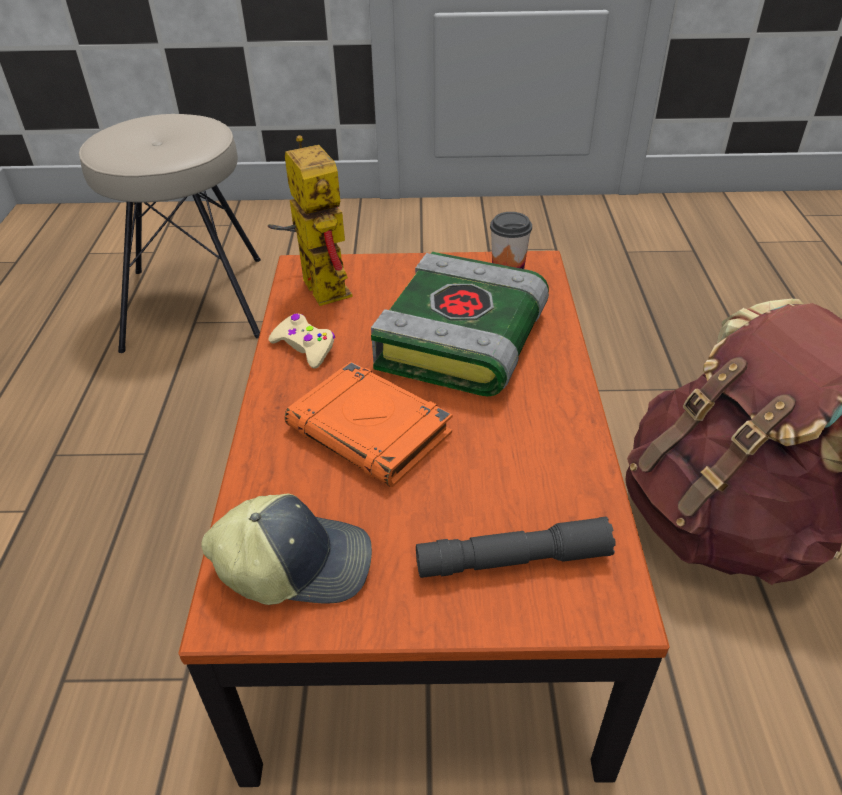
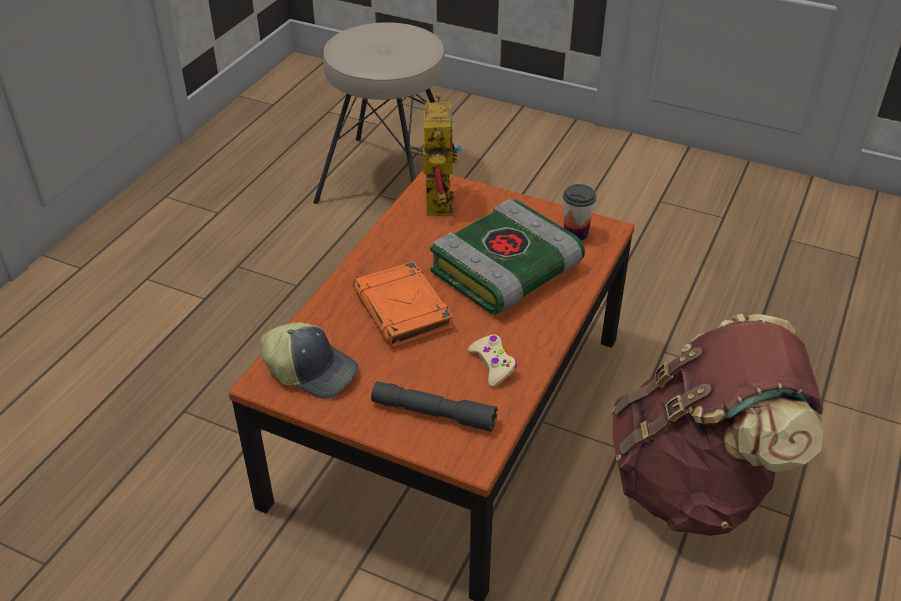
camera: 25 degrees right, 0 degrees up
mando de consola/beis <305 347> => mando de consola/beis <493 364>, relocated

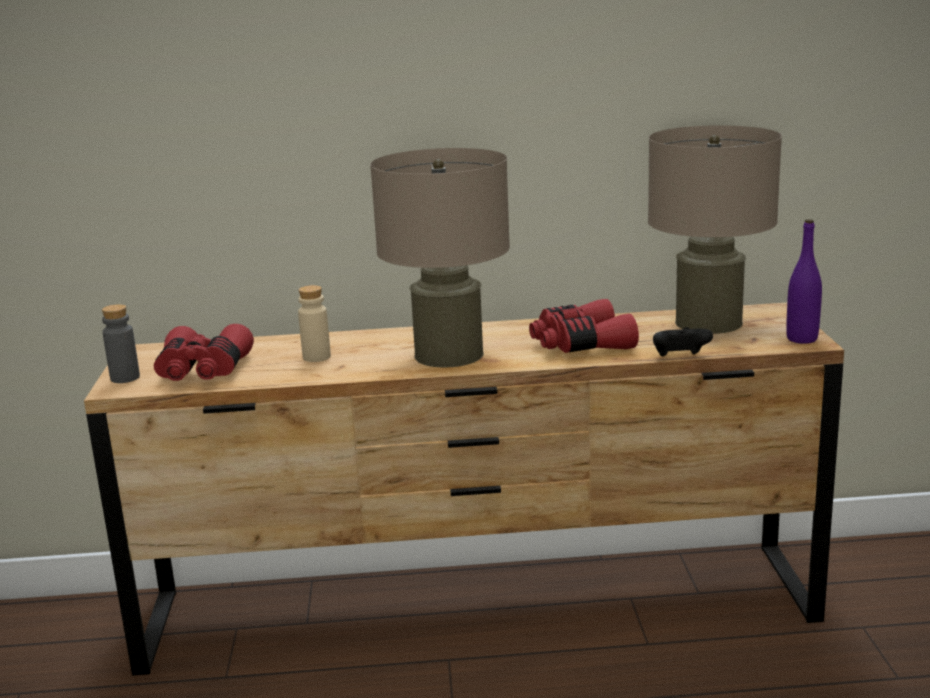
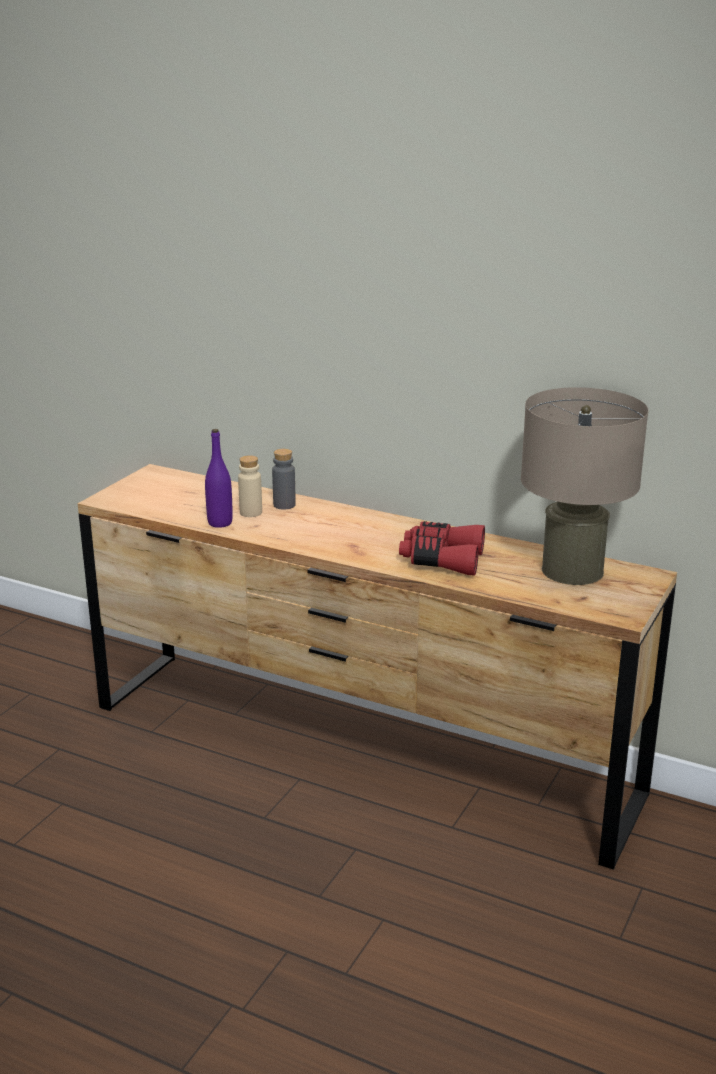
camera: 30 degrees right, 5 degrees up
botella/morado <802 339> => botella/morado <220 523>, relocated
botella/gris <125 378> => botella/gris <284 505>, relocated
prismáticos/rojo <202 371> => nothing
lámpara de mesa/beis <448 355> => nothing
mando de consola/negro <680 358> => nothing

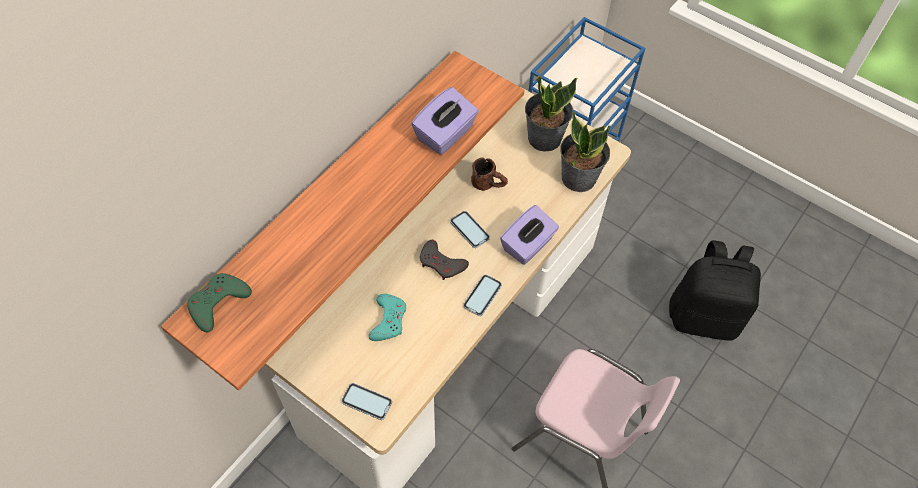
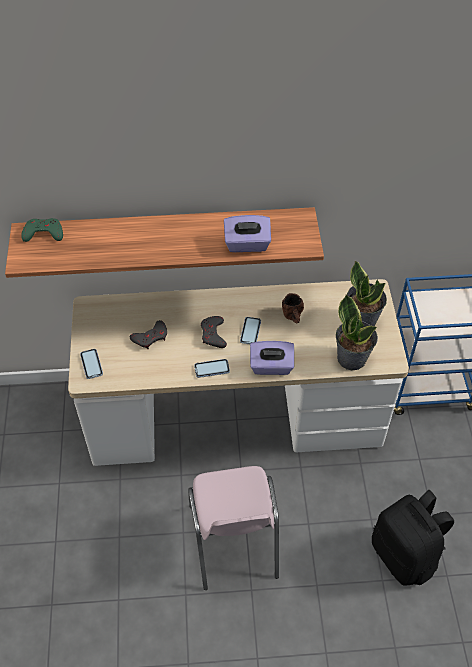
camera: 50 degrees right, 5 degrees down
mando de consola/turquesa <388 320> => mando de consola/gris <150 337>

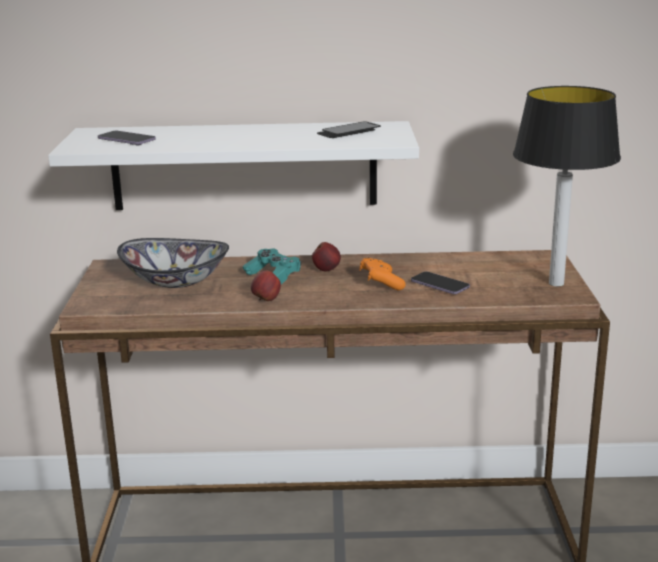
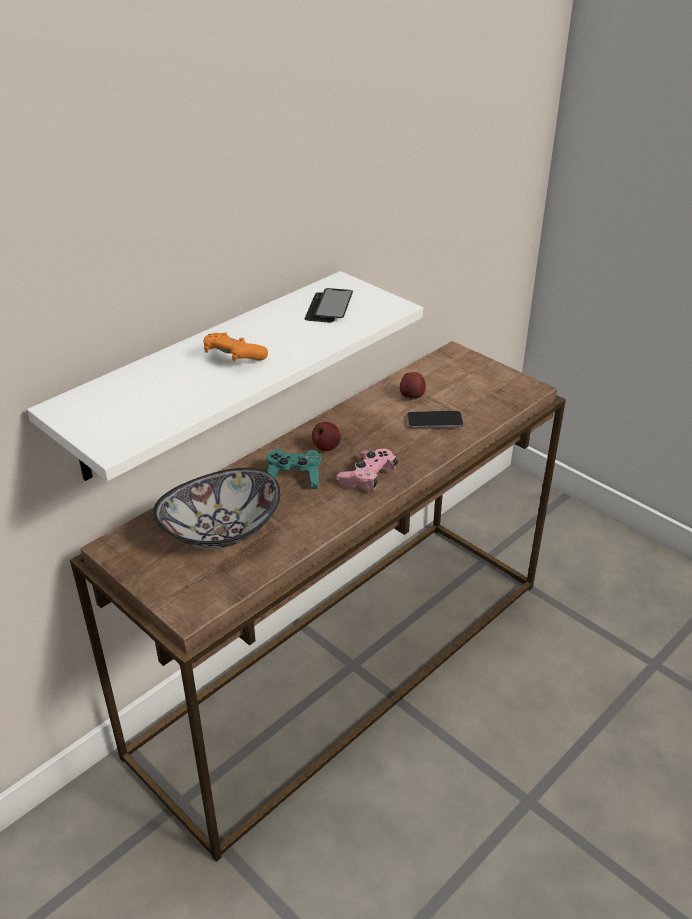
camera: 45 degrees left, 15 degrees up
mando de consola/naranja <381 283> => mando de consola/naranja <233 358>, relocated
nothing => mando de consola/rosa <367 477>
manzana <266 300> => manzana <412 397>, relocated
móvil <126 140> => nothing
lámpara de mesa <557 284> => nothing

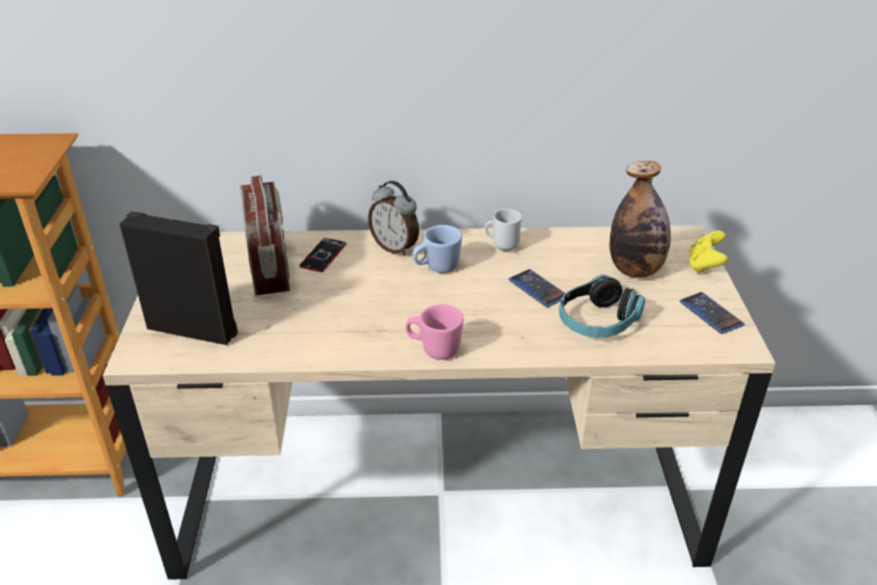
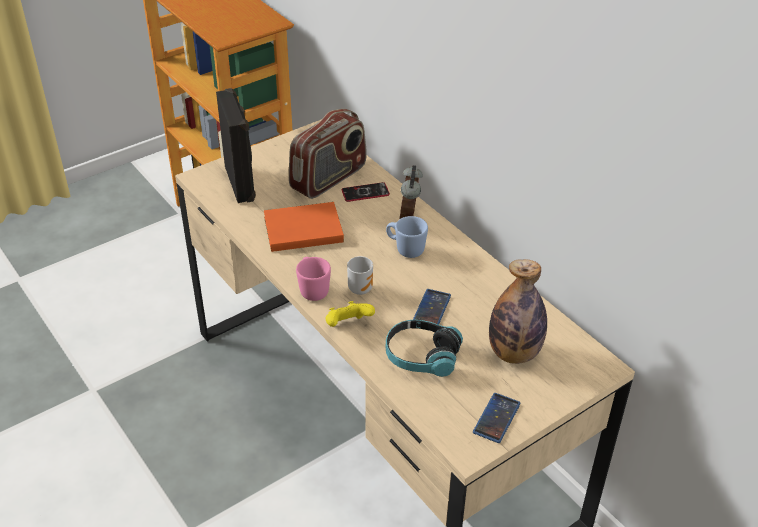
camera: 55 degrees right, 5 degrees up
nothing => libro/naranja <301 229>
mando de consola/amarillo <704 265> => mando de consola/amarillo <348 325>, relocated
taza grande <503 246> => taza grande <360 288>, relocated

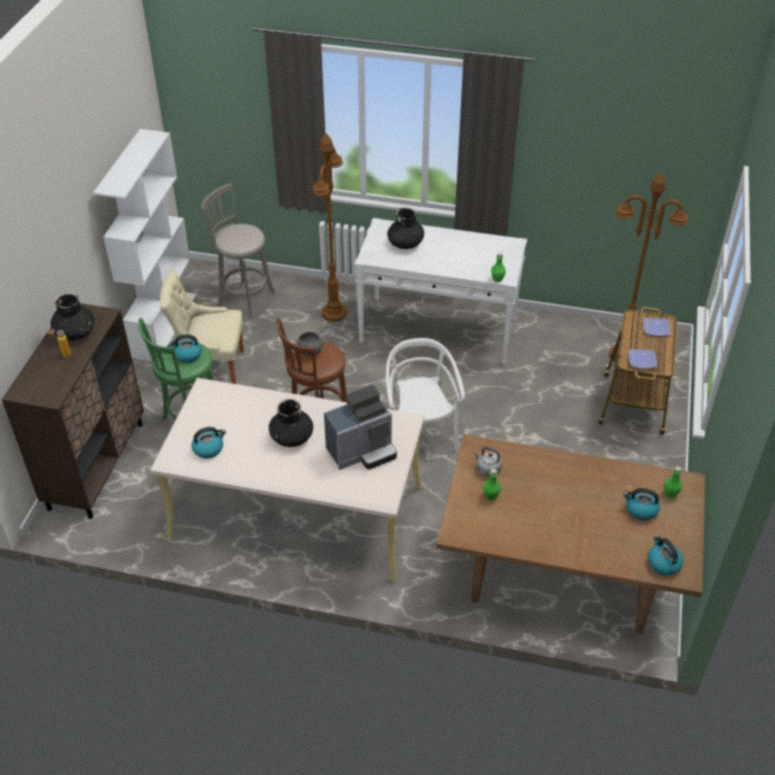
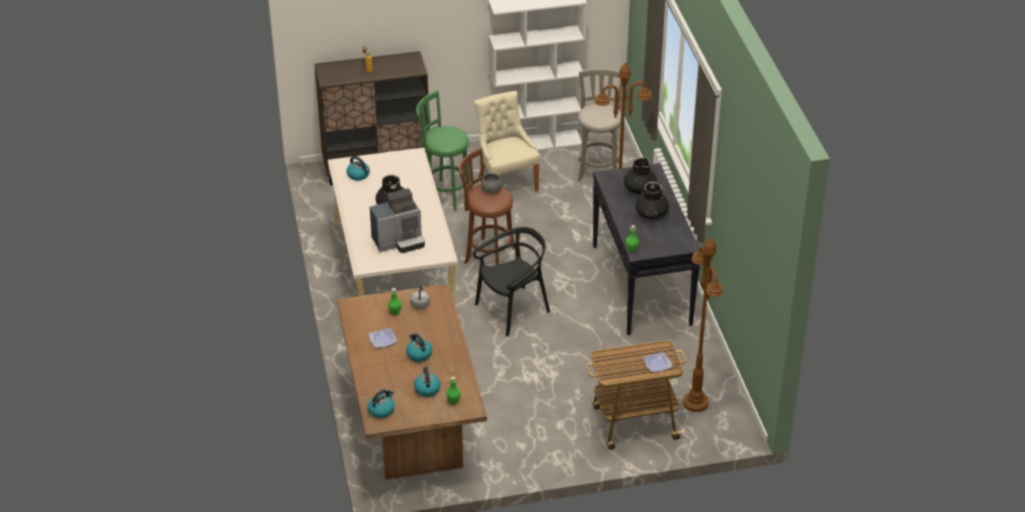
camera: 65 degrees right, 5 degrees down
plato <641 361> => plato <382 339>, relocated
cafetera <362 451> => cafetera <399 241>, 60 degrees counterclockwise
hervidor <187 355> => hervidor <418 354>, relocated
silla/blanco <420 434> => silla/negro <512 310>
mesa consola/blanco <439 331> => mesa consola/negro <642 285>
florero/negro <75 332> => florero/negro <651 214>, relocated

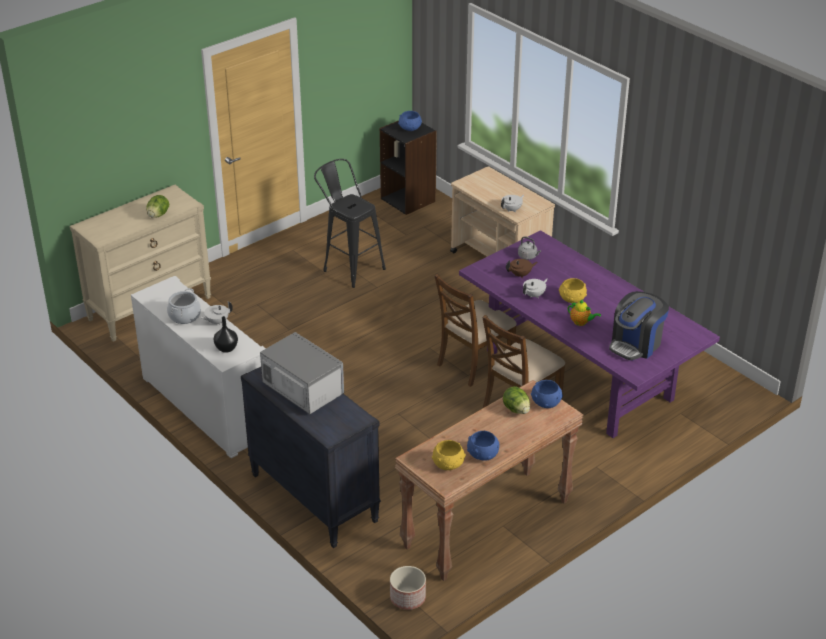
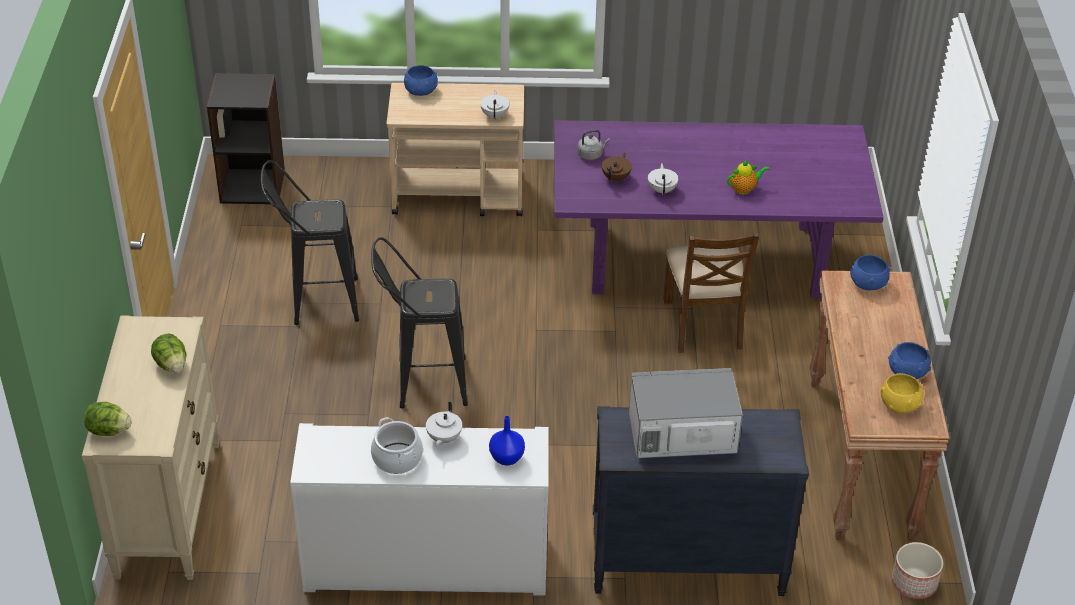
camera: 50 degrees left, 5 degrees up
lechuga <516 409> => lechuga <109 430>, relocated
nothing => taburete/negro <422 382>
cuenco/azul <410 128> => cuenco/azul <421 91>, relocated
florero/negro <226 348> => florero/azul <506 457>
silla/marrón <474 363> => nothing
cuenco/amarillo <572 299> => nothing
cafetera <636 344> => nothing

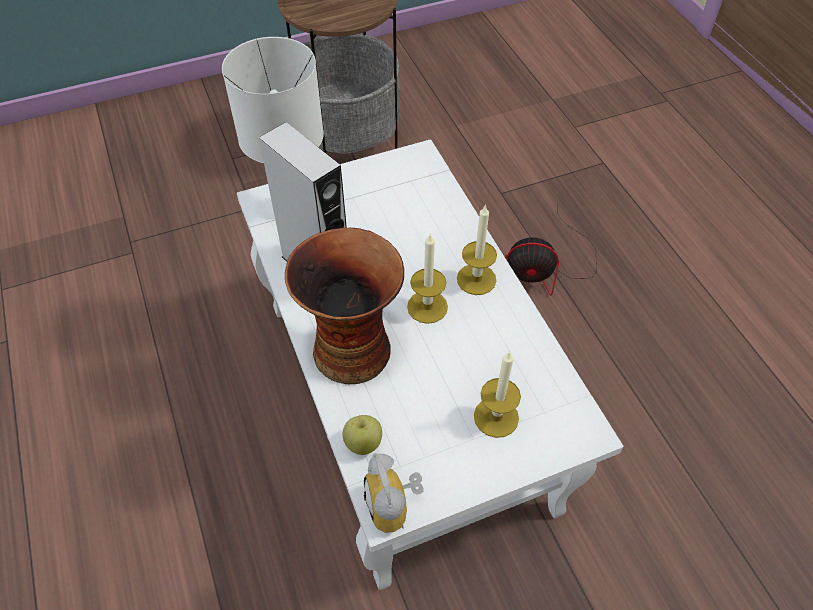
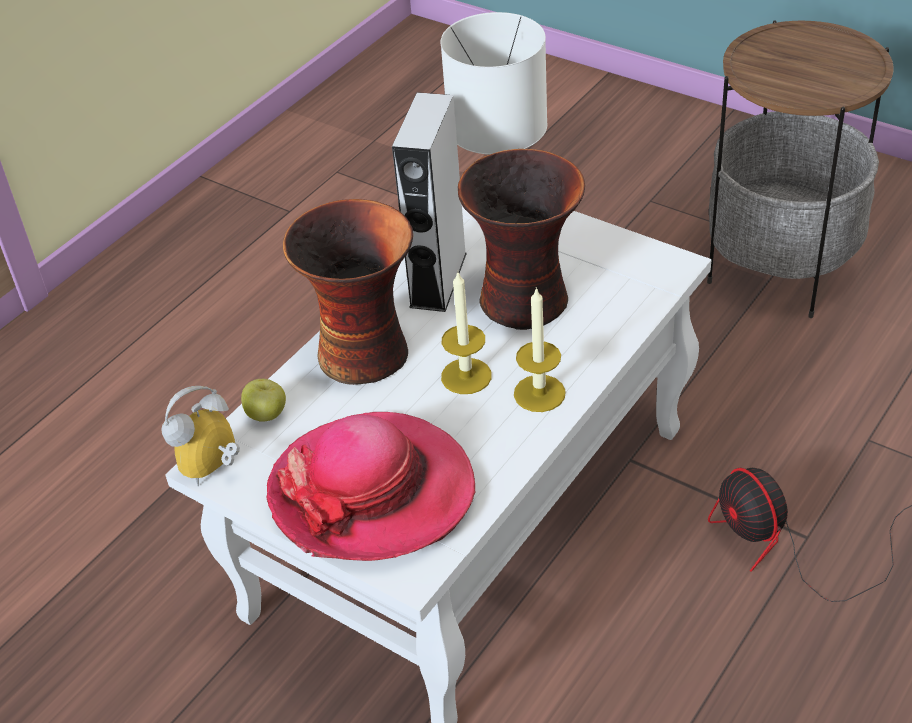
camera: 60 degrees right, 10 degrees down
vela <496 417> => sombrero <372 492>
nothing => florero <527 301>

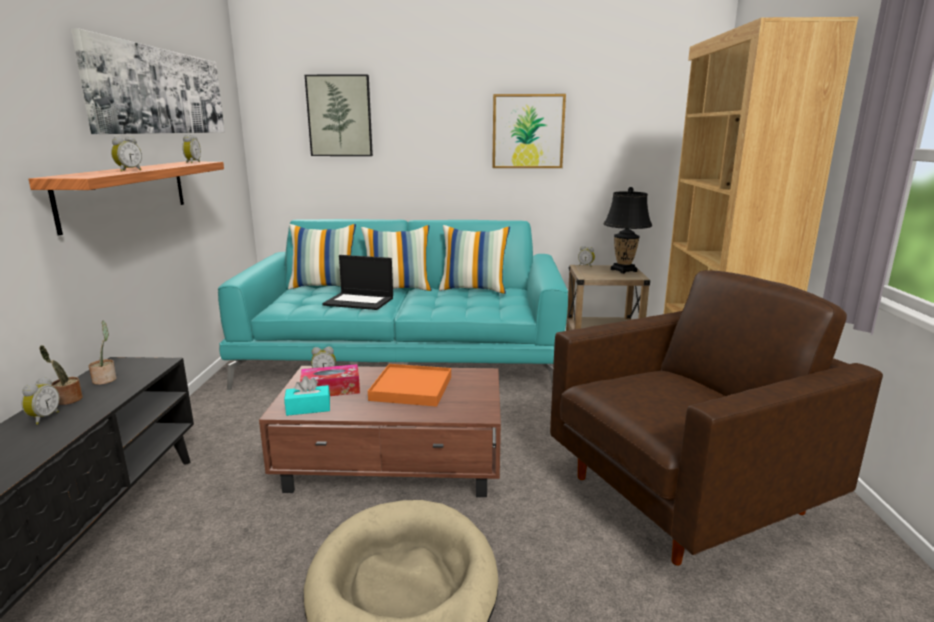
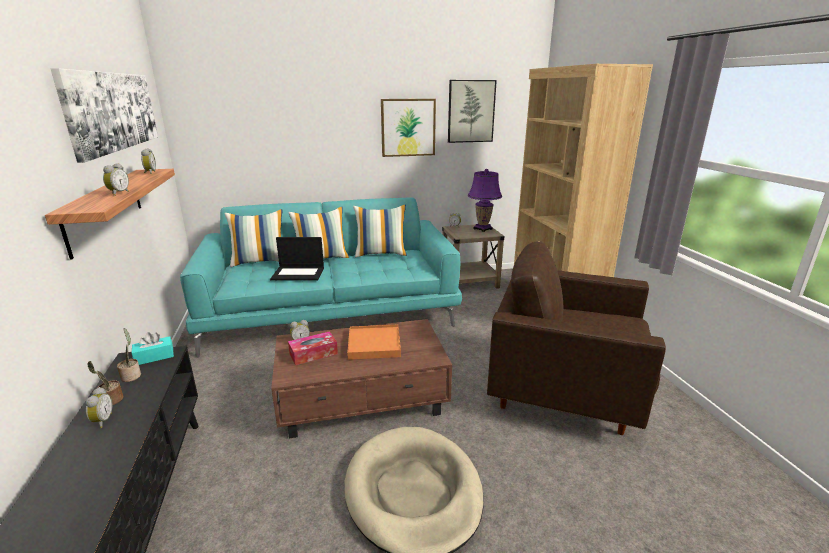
camera: 15 degrees left, 5 degrees up
caja de pañuelos/turquesa <308 408> => caja de pañuelos/turquesa <154 357>, relocated
cuadro <340 116> => cuadro <471 111>, relocated
lámpara de mesa/negro <623 270> => lámpara de mesa/morado <483 229>
sillón/marrón <684 496> => sillón/marrón <564 391>, 120 degrees counterclockwise

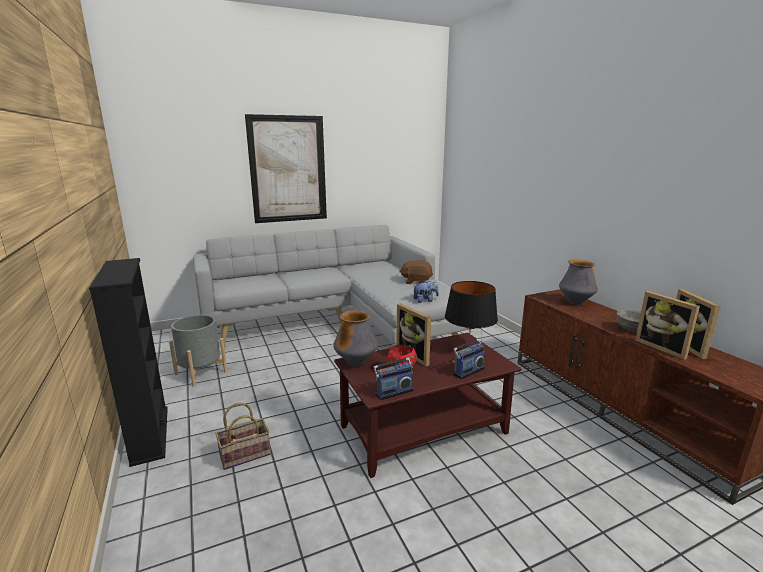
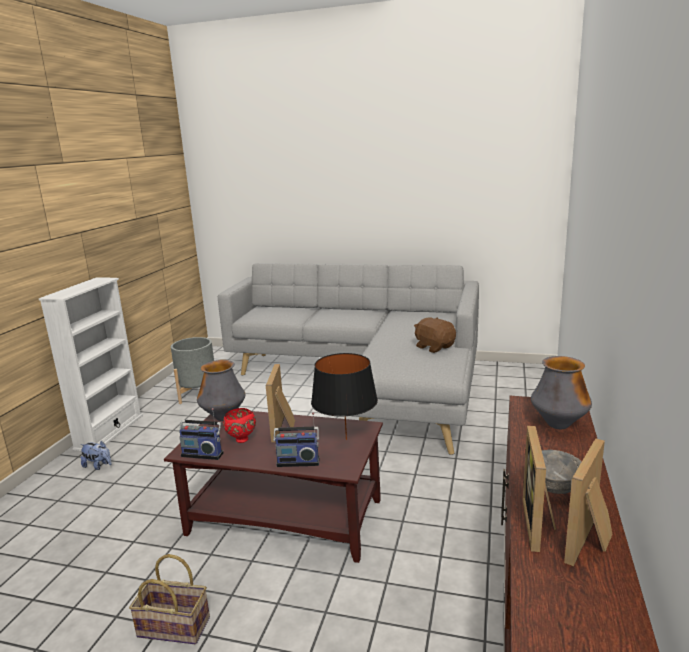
camera: 40 degrees right, 0 degrees up
estantería/negro <150 435> => estantería/blanco <109 432>
peluche <425 300> => peluche <98 466>, relocated
cesta <246 453> => cesta <176 626>, relocated
cuadro <288 169> => nothing

